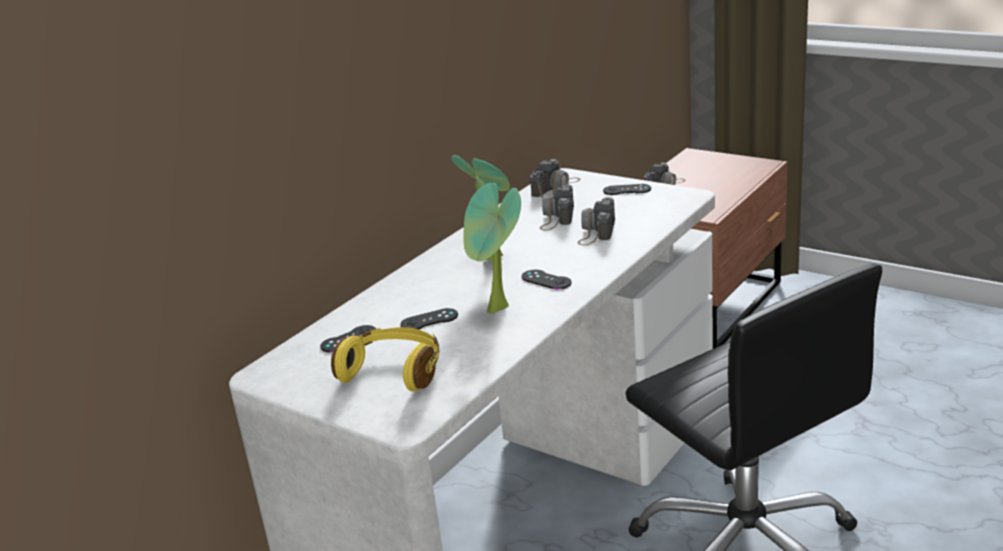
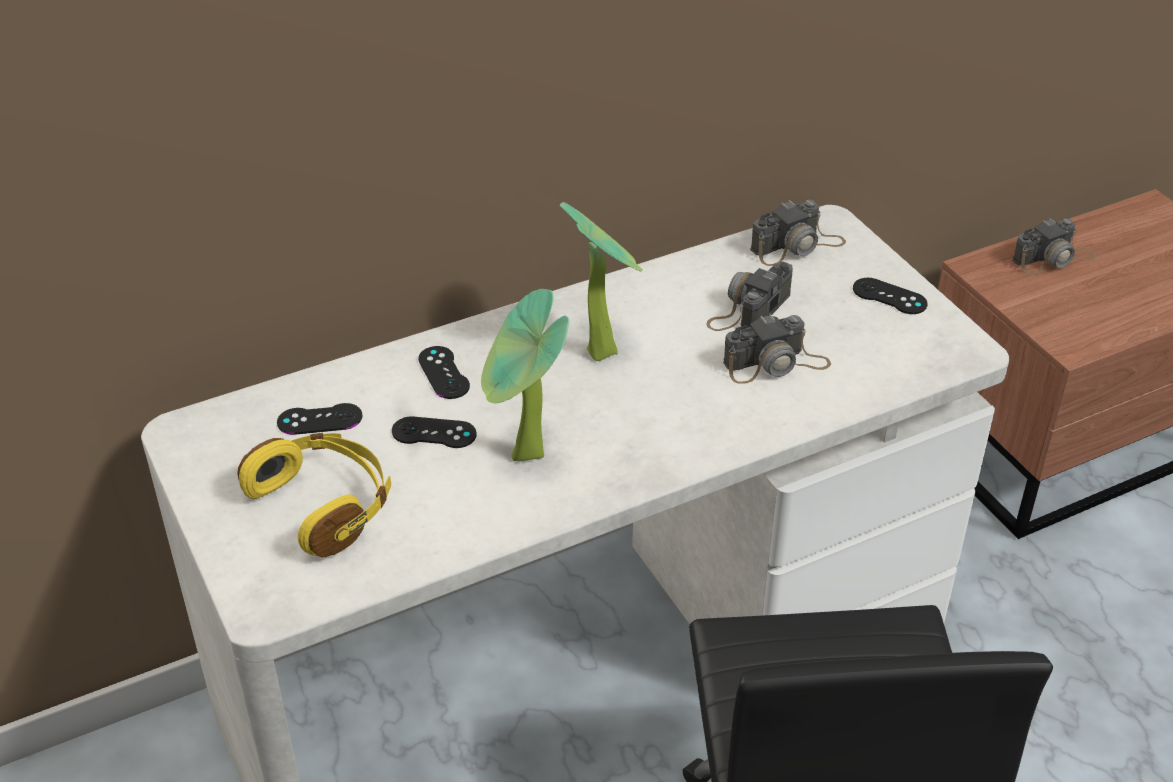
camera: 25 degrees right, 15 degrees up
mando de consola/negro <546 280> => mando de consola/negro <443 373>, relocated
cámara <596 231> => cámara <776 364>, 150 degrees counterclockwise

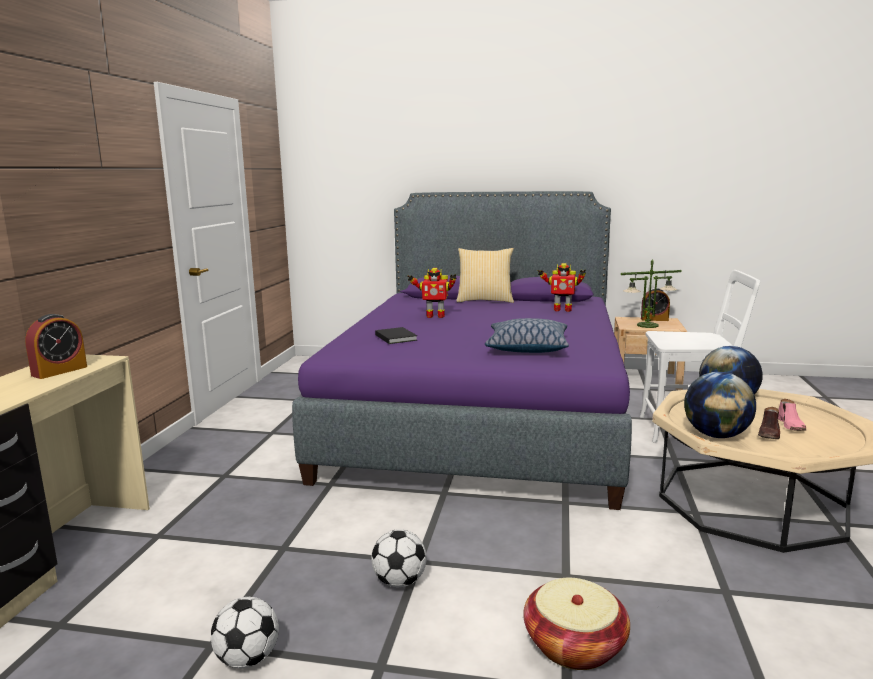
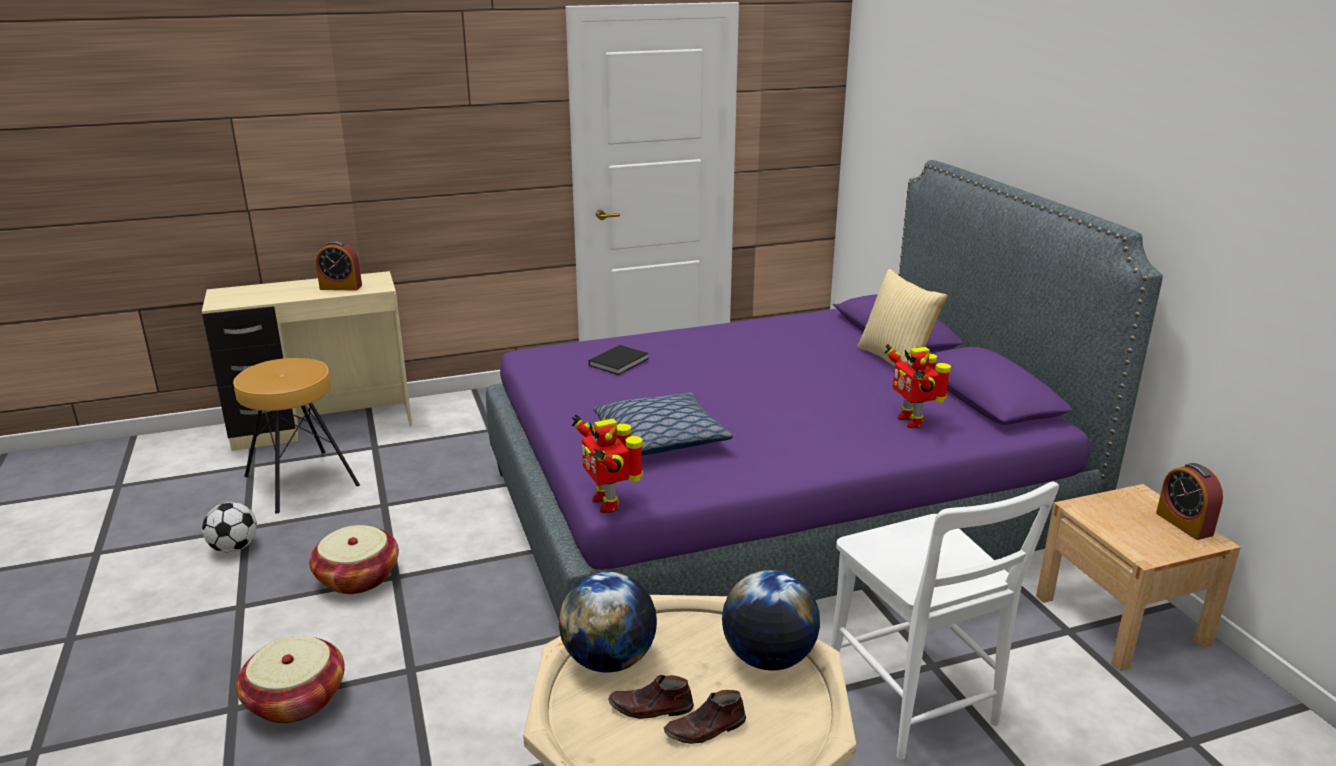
camera: 60 degrees right, 10 degrees up
nothing => taburete/marrón <300 481>
balón de fútbol <399 582> => cesta <357 577>
robot de juguete <434 316> => robot de juguete <608 503>, relocated
zapato/rosa <791 425> => zapato/marrón <705 729>
lámpara de mesa <648 325> => nothing

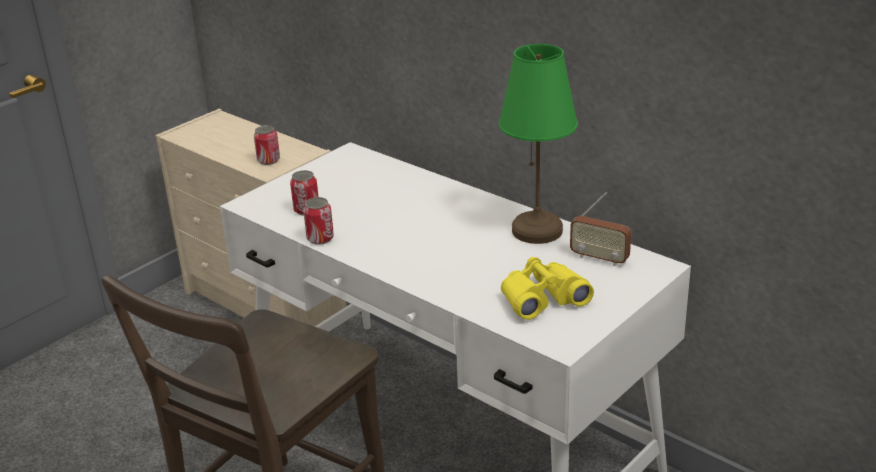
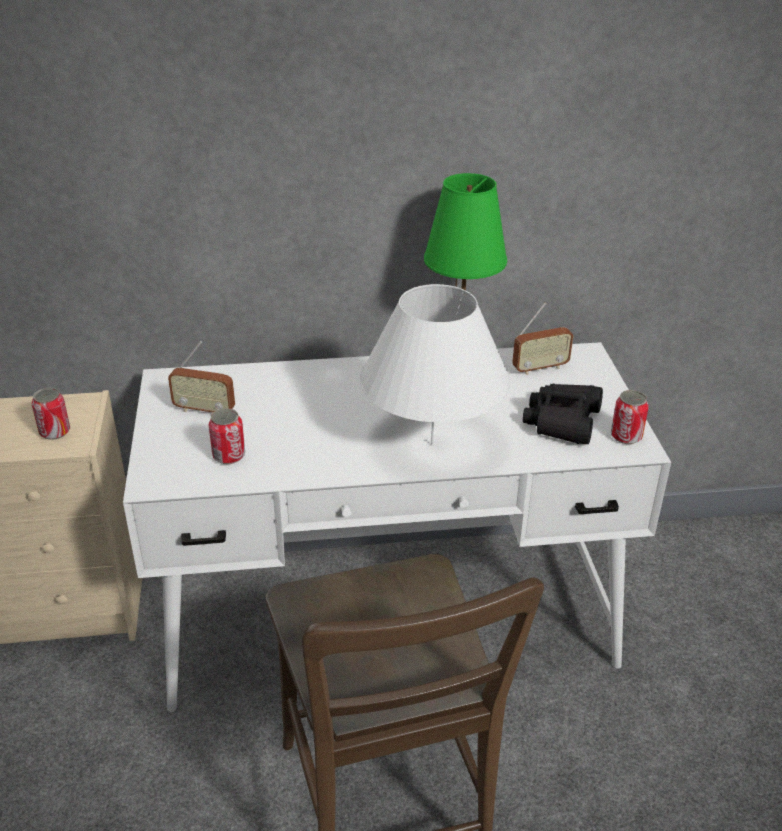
camera: 50 degrees left, 5 degrees up
nothing => radio <204 410>
nothing => lámpara de mesa/blanco <432 444>
prismáticos/amarillo <542 298> => prismáticos/negro <562 421>
lata <320 238> => lata <626 436>, relocated

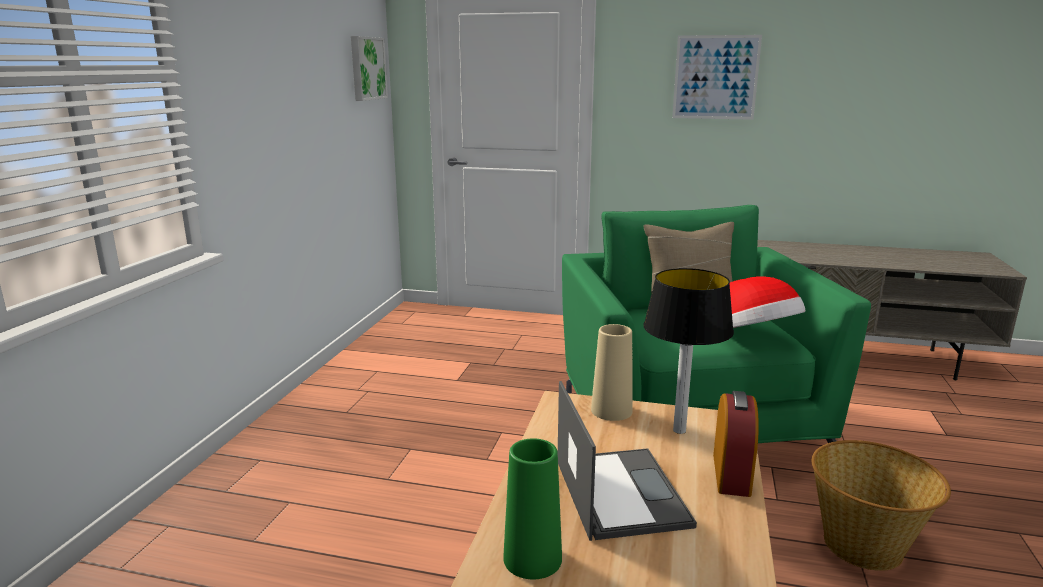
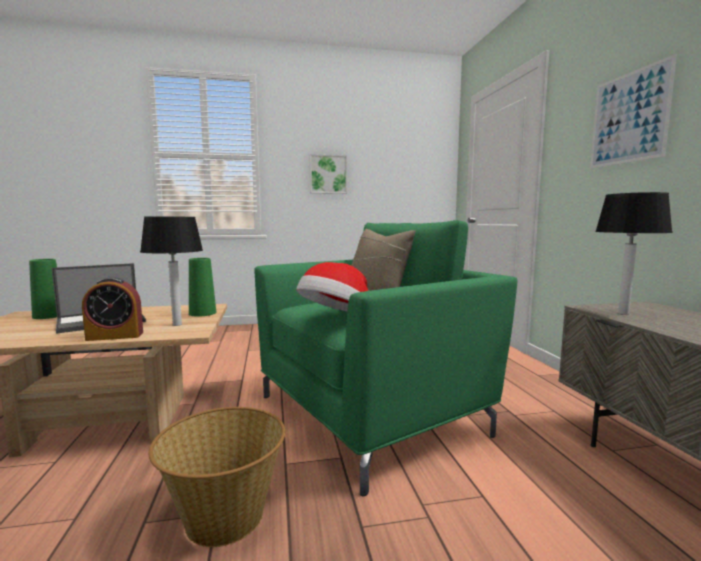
camera: 65 degrees right, 10 degrees down
florero/beis <611 410> => florero/verde <202 313>
cuadro <366 68> => cuadro <328 174>, relocated
nothing => lámpara de mesa <622 313>

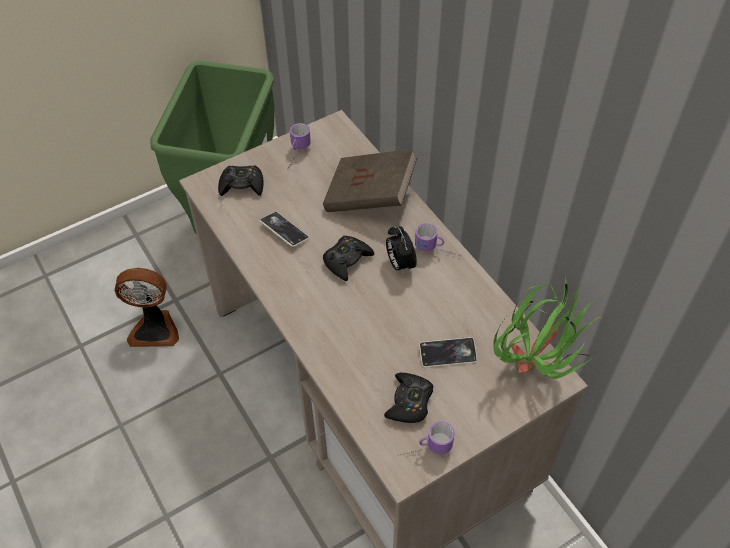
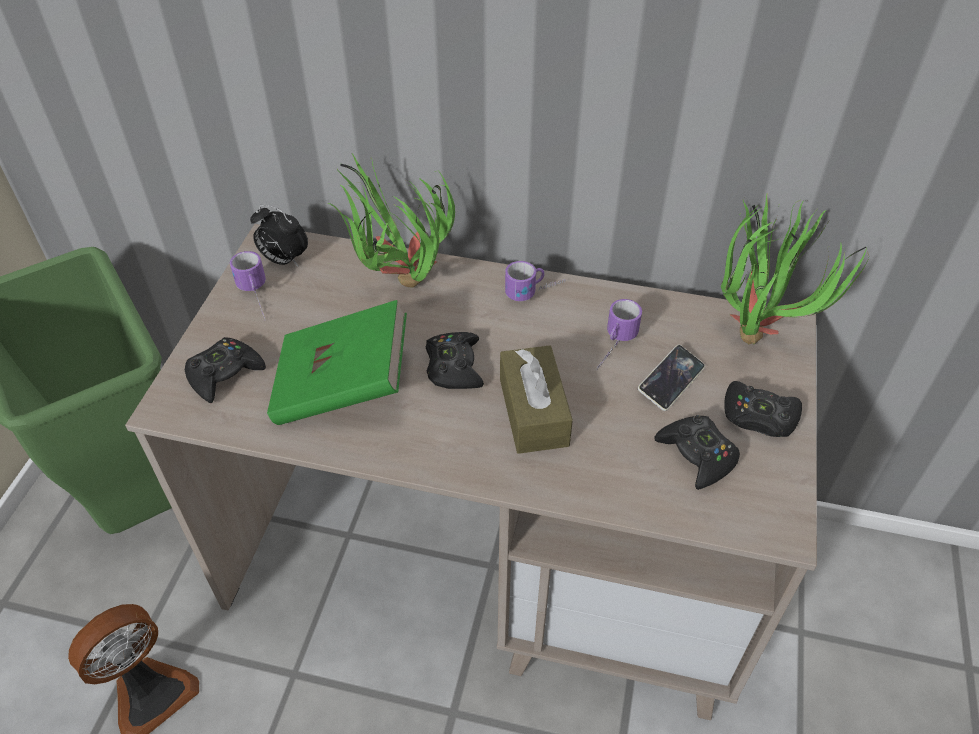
camera: 45 degrees left, 5 degrees down
despertador <399 264> => despertador <283 260>, relocated
móvil <284 231> => libro/verde <342 387>
libro/marrón <370 197> => planta en maceta <398 288>
nothing => caja de pañuelos/marrón <533 412>
taza grande <424 449> => taza grande <612 349>, relocated
nothing => mando de consola/negro <759 416>

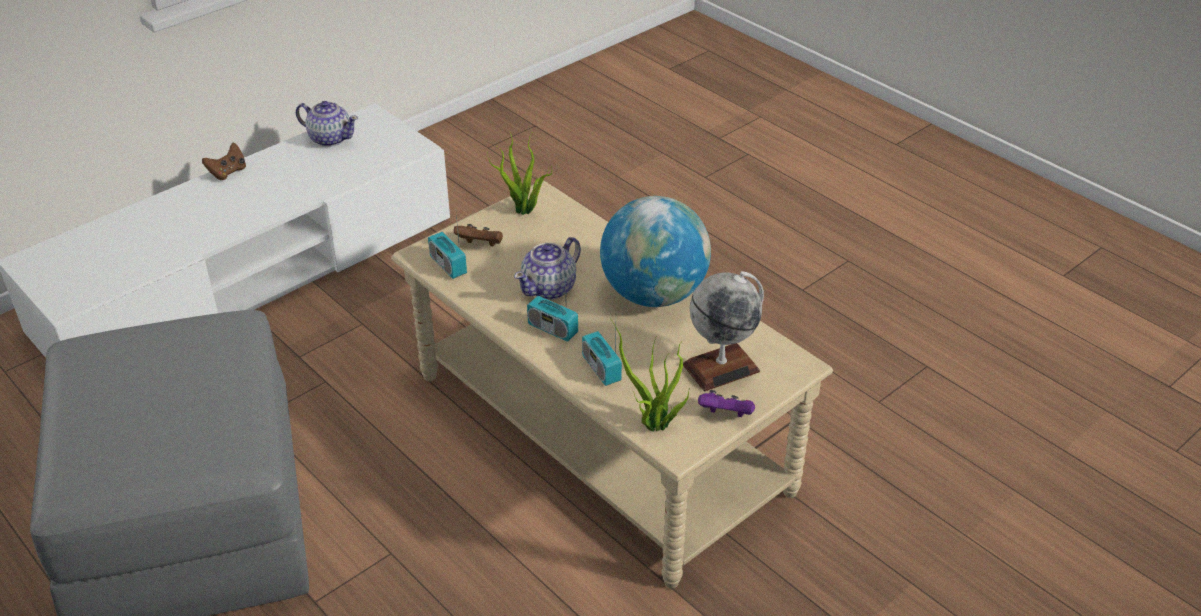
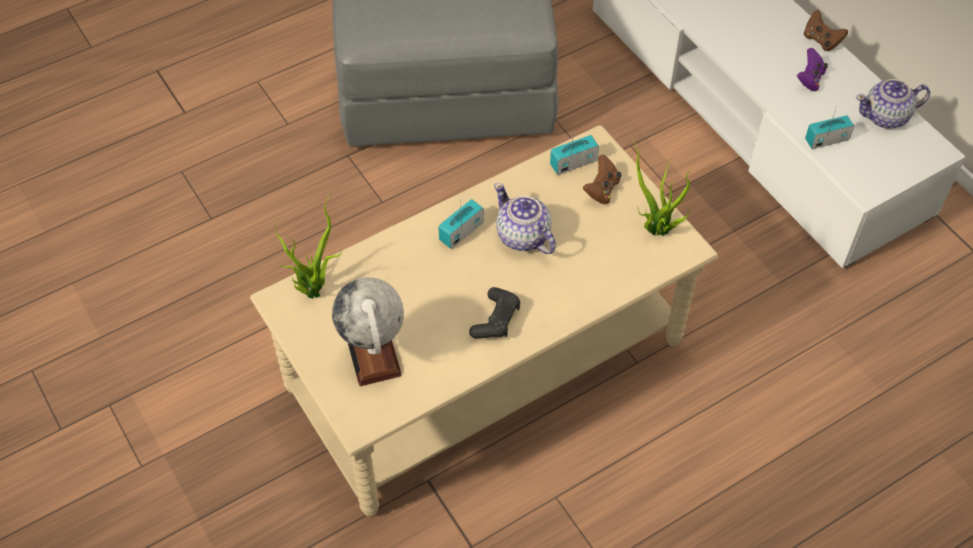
camera: 100 degrees right, 15 degrees up
globo terráqueo <653 294> => mando de consola/negro <496 320>
mando de consola/morado <726 415> => mando de consola/morado <809 79>, relocated
radio <601 369> => radio <826 140>, relocated
tetera <330 138> => tetera <886 117>, 45 degrees clockwise

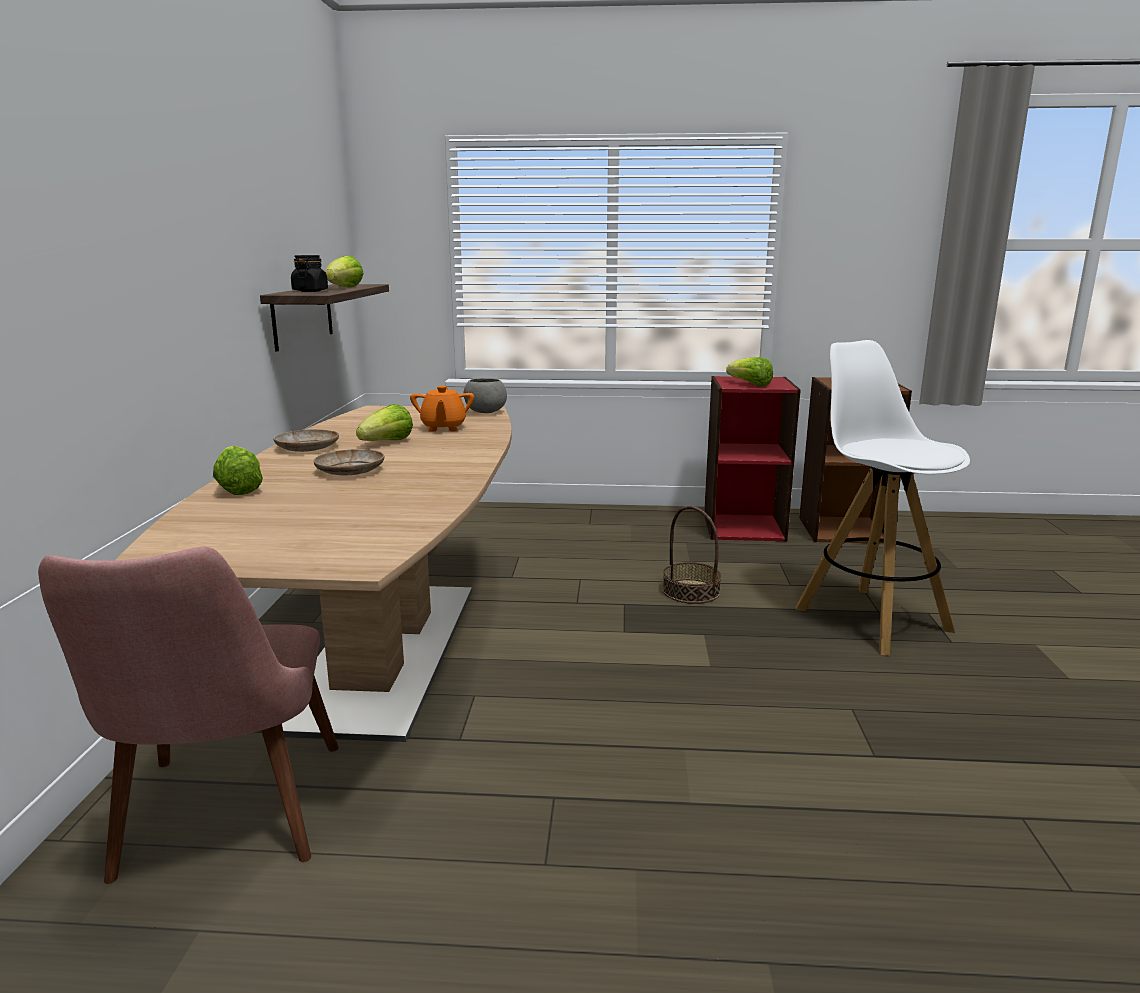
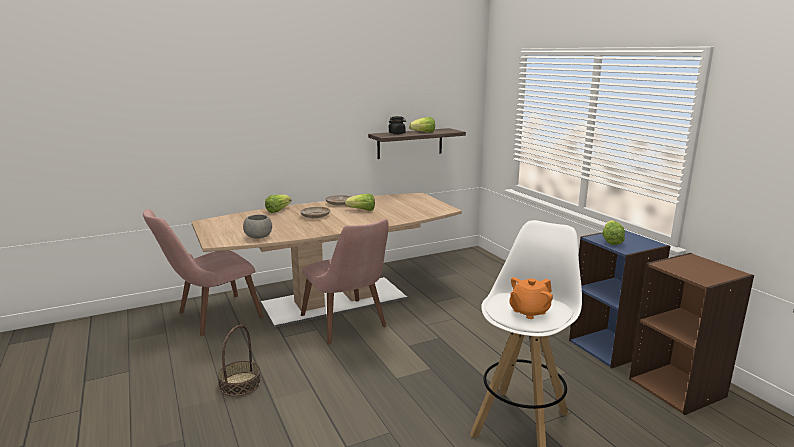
camera: 60 degrees right, 0 degrees up
cesta <690 591> => cesta <240 384>, relocated
cuenco/gris <485 412> => cuenco/gris <258 237>, relocated
nothing => silla/rosa <349 326>
tetera/naranja <443 428> => tetera/naranja <528 311>, relocated
estantería/rojo <743 527> => estantería/azul <610 347>

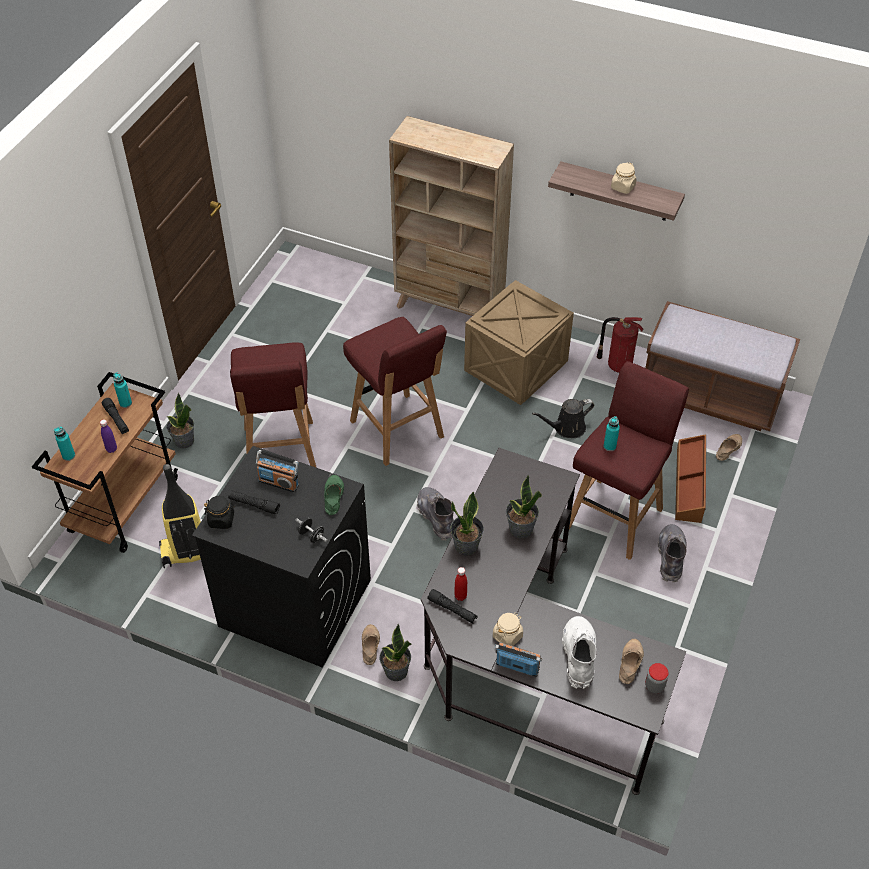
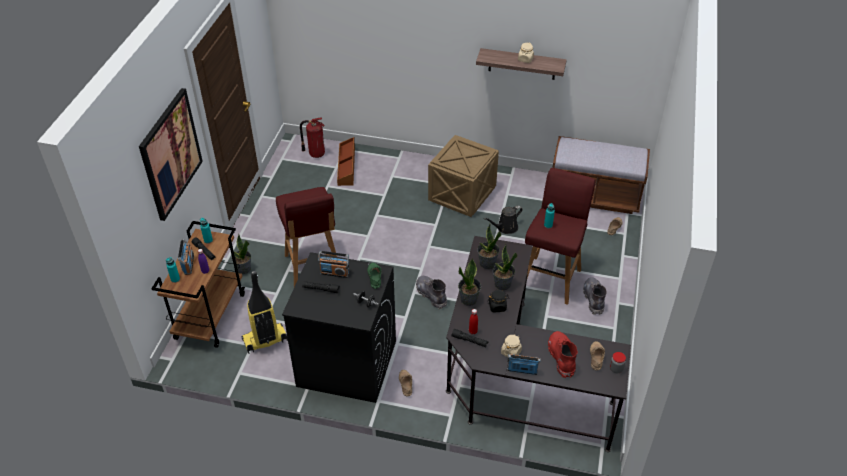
camera: 10 degrees left, 5 degrees down
nothing => cuadro <170 154>
nothing => radio <188 265>
extintor <617 365> => extintor <316 153>, relocated
caja de almacenaje/marrón <690 484> => caja de almacenaje/marrón <347 166>, relocated
planta en maceta <395 671> => planta en maceta <487 263>, relocated
tarro/negro <221 520> => tarro/negro <497 307>, relocated
bota/blanco <579 655> => bota/rojo <561 357>
taburete/rojo <397 431> => nothing
estantería/beis <449 308> => nothing

